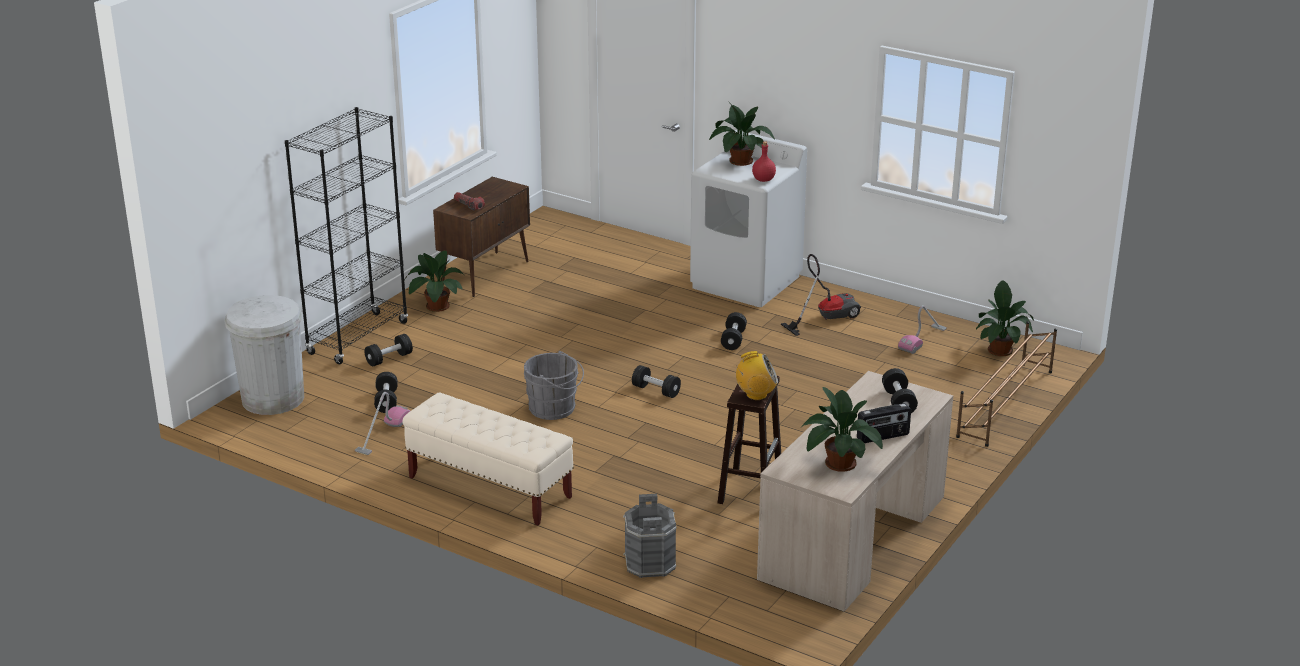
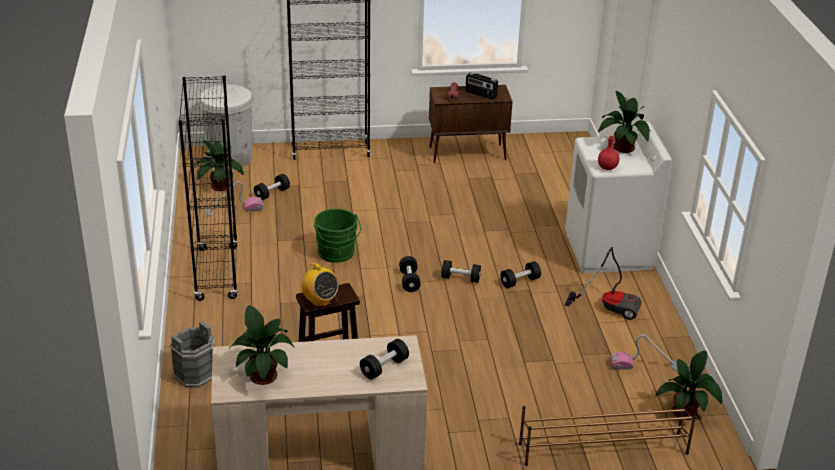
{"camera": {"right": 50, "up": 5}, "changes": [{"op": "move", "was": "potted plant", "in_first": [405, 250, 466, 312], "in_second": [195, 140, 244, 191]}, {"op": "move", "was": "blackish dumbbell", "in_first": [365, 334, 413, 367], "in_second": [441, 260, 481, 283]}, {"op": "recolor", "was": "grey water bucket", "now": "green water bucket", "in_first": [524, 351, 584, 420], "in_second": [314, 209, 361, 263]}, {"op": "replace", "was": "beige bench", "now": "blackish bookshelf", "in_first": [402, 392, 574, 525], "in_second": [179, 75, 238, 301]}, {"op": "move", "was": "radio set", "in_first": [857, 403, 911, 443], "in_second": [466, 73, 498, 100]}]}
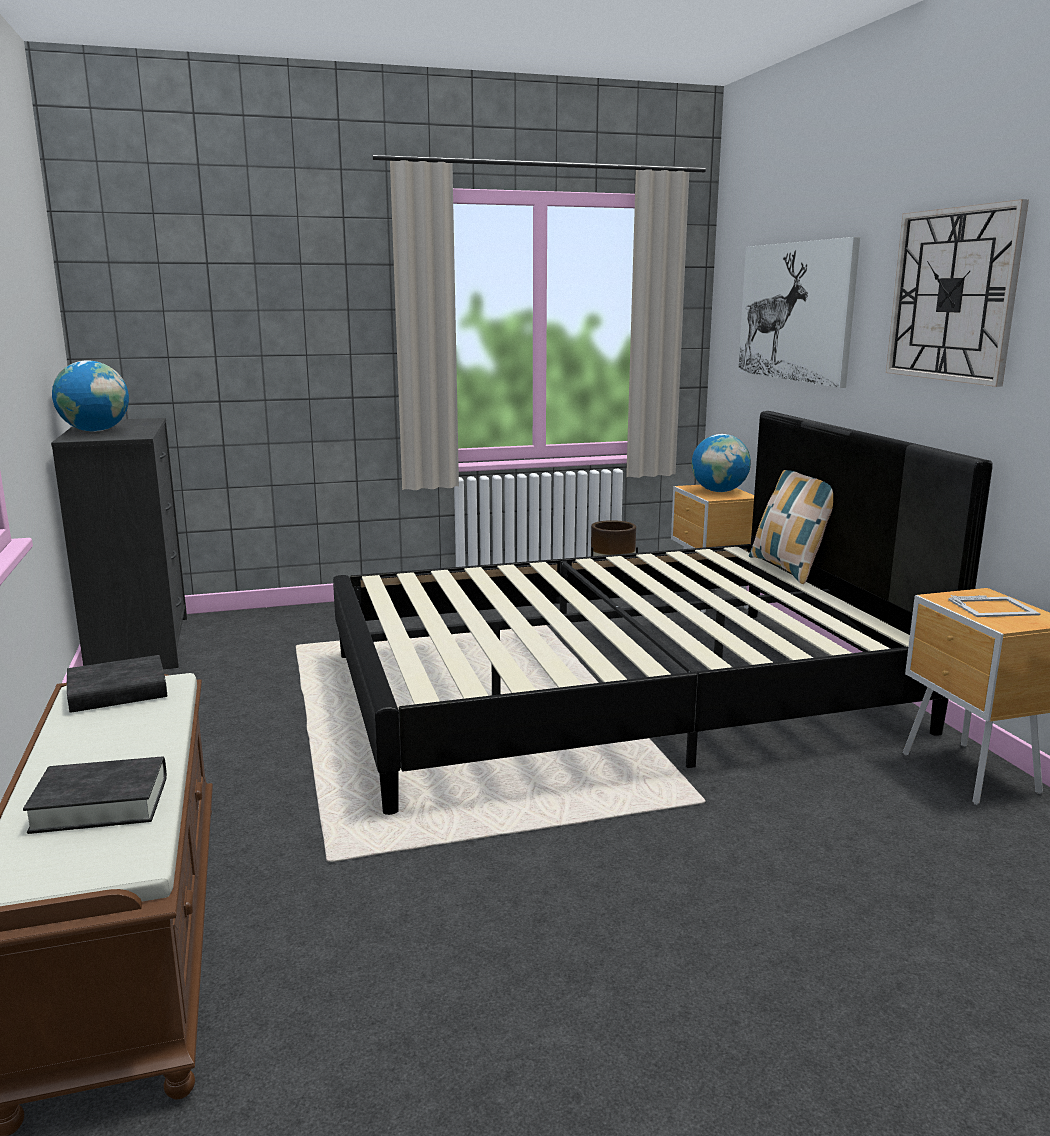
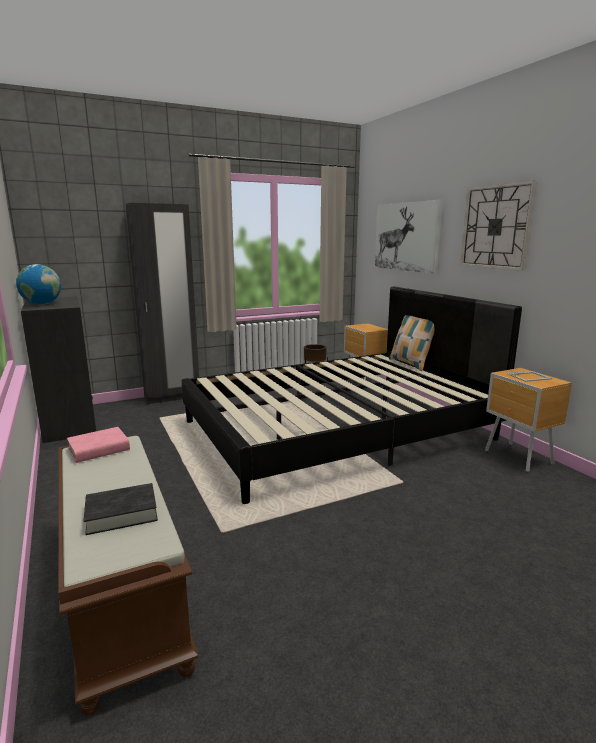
{"camera": {"right": -10, "up": 0}, "changes": [{"op": "delete", "was": "globe", "in_first": [692, 434, 751, 492]}, {"op": "recolor", "was": "blackish volume", "now": "pink-coloured volume", "in_first": [67, 655, 167, 713], "in_second": [67, 427, 130, 463]}, {"op": "insert", "now": "blackish clothes cupboard", "in_second": [126, 203, 199, 404]}]}
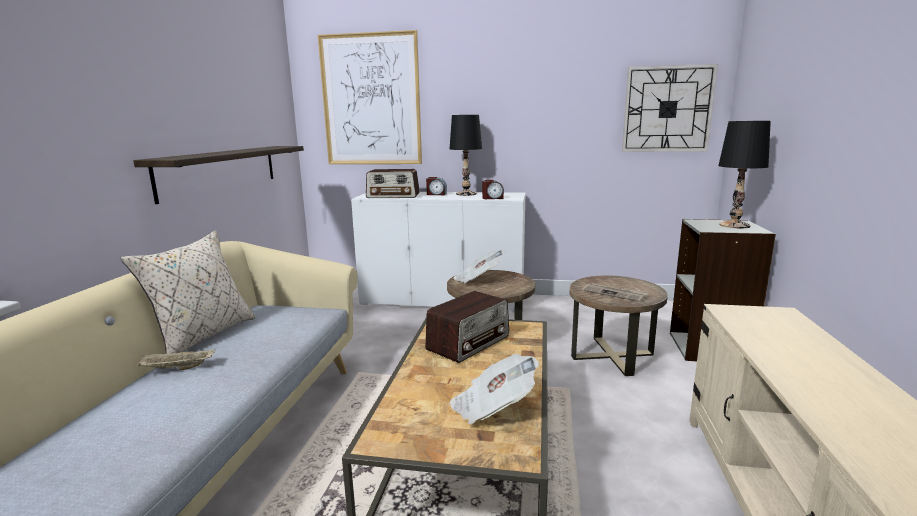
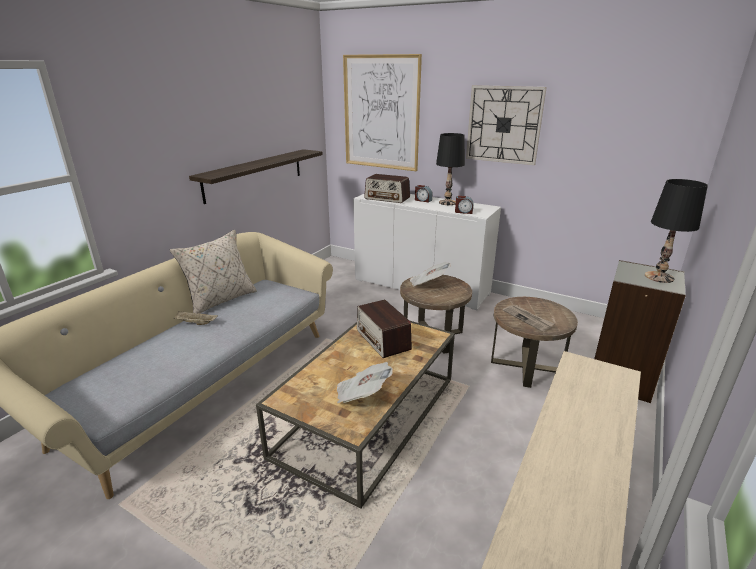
{"camera": {"right": 20, "up": 10}, "changes": [{"op": "move", "was": "wall clock", "in_first": [622, 64, 718, 152], "in_second": [466, 85, 547, 165]}, {"op": "rotate", "was": "radio set", "in_first": [425, 291, 509, 363], "in_second": [357, 300, 412, 358], "clockwise": 90}]}
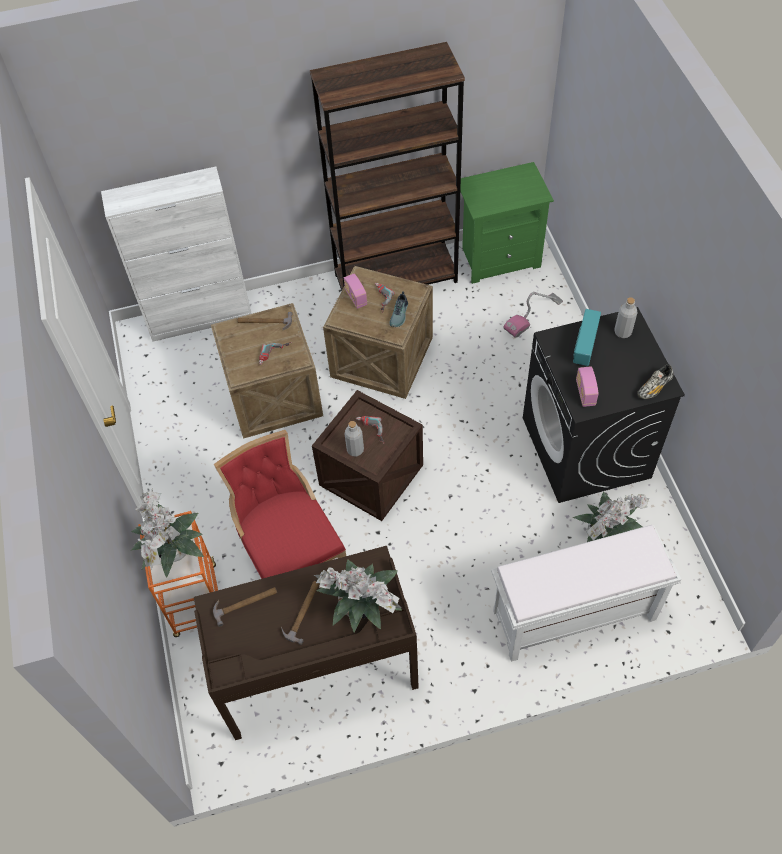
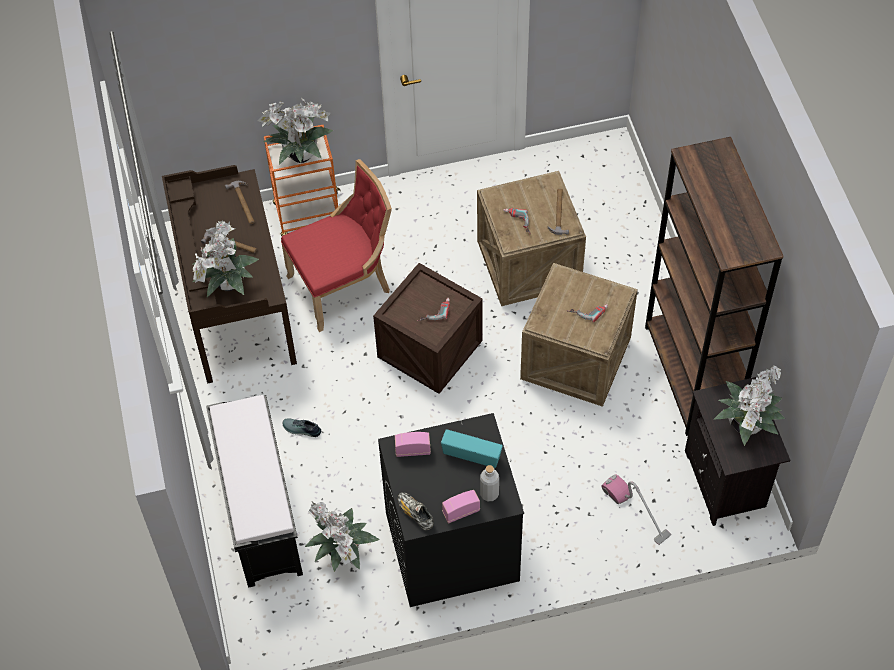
{"camera": {"right": 90, "up": 0}, "changes": [{"op": "recolor", "was": "green night table", "now": "blackish night table", "in_first": [460, 162, 554, 284], "in_second": [685, 377, 790, 526]}, {"op": "delete", "was": "whitish storage cabinet", "in_first": [101, 167, 252, 342]}, {"op": "move", "was": "radio set", "in_first": [344, 274, 367, 309], "in_second": [442, 490, 480, 523]}, {"op": "move", "was": "low shoe", "in_first": [389, 291, 408, 327], "in_second": [282, 418, 321, 437]}, {"op": "delete", "was": "grey bottle", "in_first": [345, 421, 364, 457]}, {"op": "recolor", "was": "whitish bench", "now": "blackish bench", "in_first": [491, 525, 682, 662], "in_second": [206, 395, 303, 588]}, {"op": "insert", "now": "potted plant", "in_second": [713, 365, 785, 446]}]}
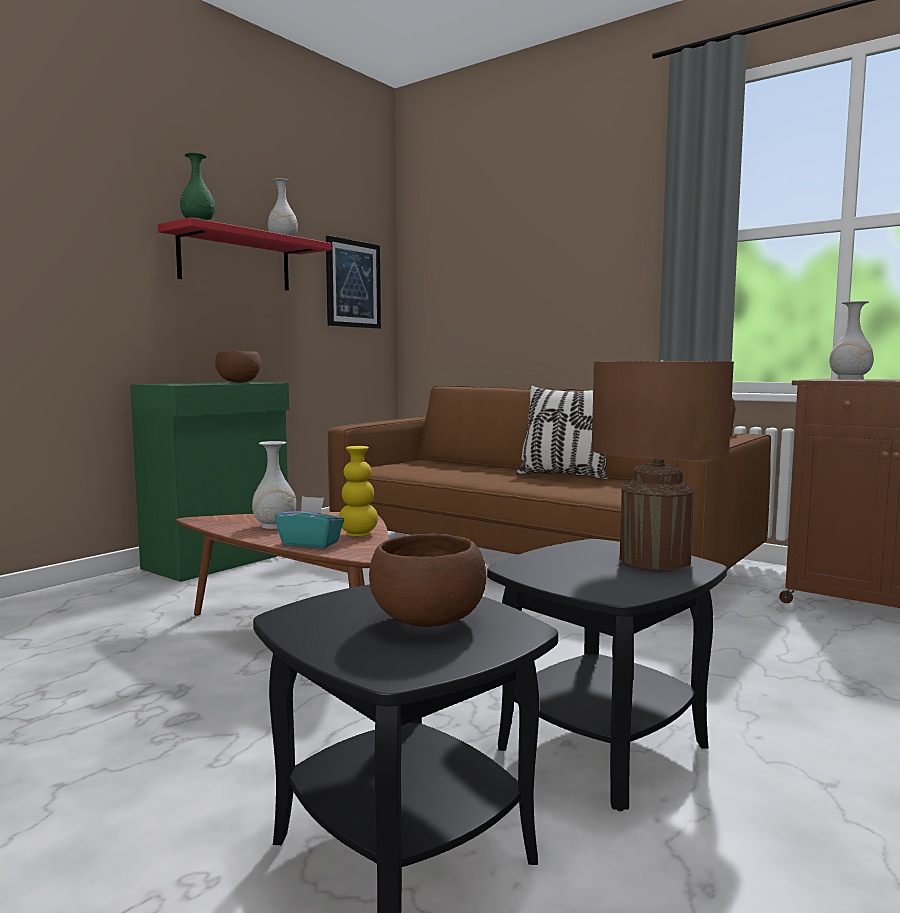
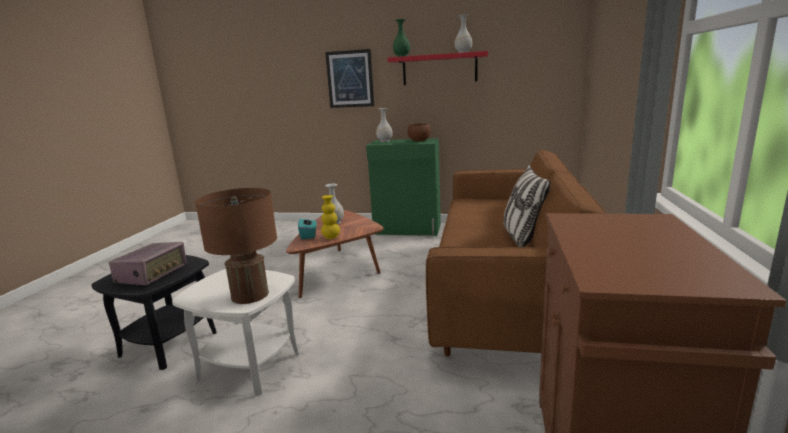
{"camera": {"right": 65, "up": 10}, "changes": [{"op": "move", "was": "picture", "in_first": [326, 235, 381, 329], "in_second": [325, 49, 374, 108]}, {"op": "move", "was": "whitish vase", "in_first": [829, 301, 874, 379], "in_second": [376, 108, 393, 142]}, {"op": "replace", "was": "brown-coloured deep dish", "now": "radio set", "in_first": [369, 533, 486, 627], "in_second": [109, 242, 187, 285]}, {"op": "recolor", "was": "blackish side table", "now": "whitish side table", "in_first": [487, 539, 727, 811], "in_second": [172, 269, 299, 396]}]}
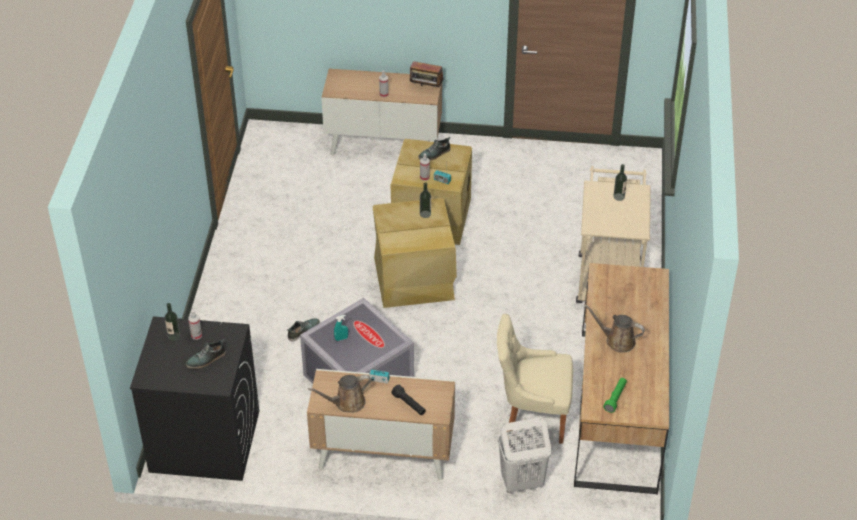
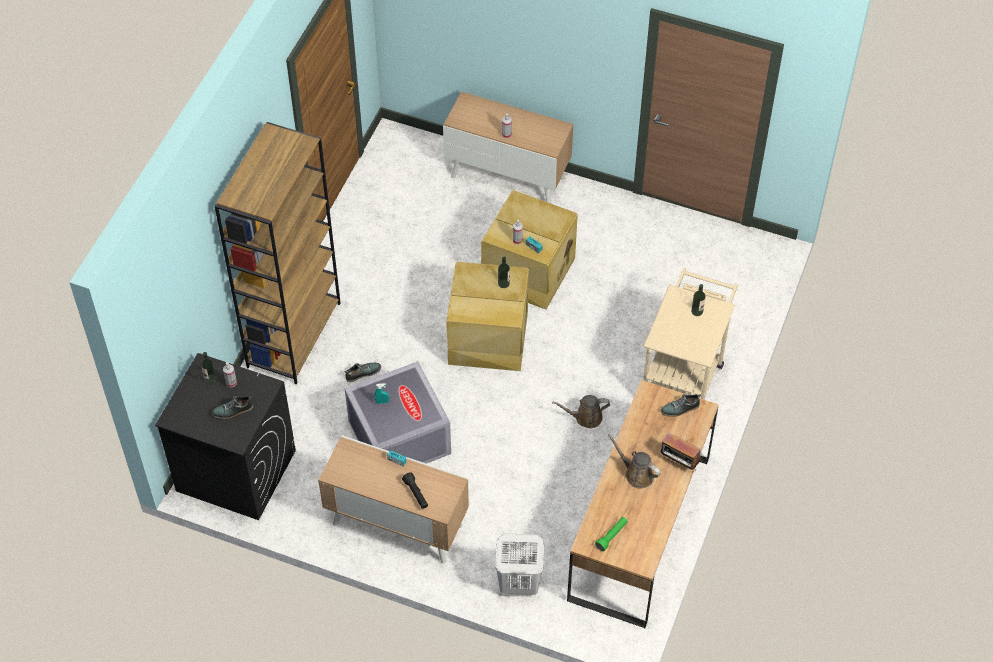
{"camera": {"right": 15, "up": 10}, "changes": [{"op": "move", "was": "radio set", "in_first": [410, 61, 444, 88], "in_second": [660, 433, 701, 472]}, {"op": "move", "was": "low shoe", "in_first": [418, 137, 450, 160], "in_second": [661, 394, 701, 417]}, {"op": "delete", "was": "beige upright chair", "in_first": [497, 314, 573, 444]}, {"op": "move", "was": "brown-coloured watering can", "in_first": [308, 375, 371, 413], "in_second": [552, 395, 610, 428]}, {"op": "insert", "now": "brown-coloured bookshelf", "in_second": [215, 122, 341, 384]}]}
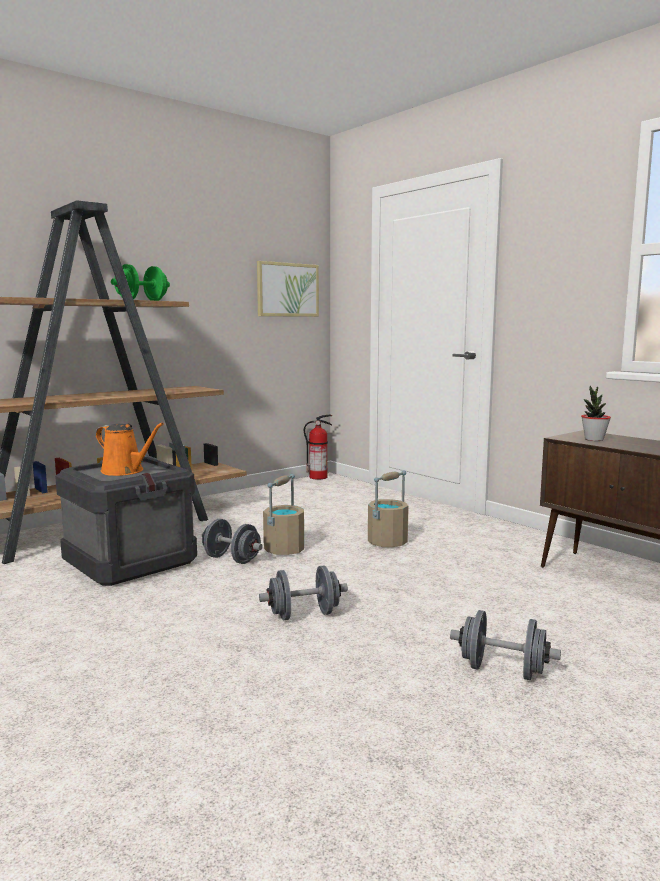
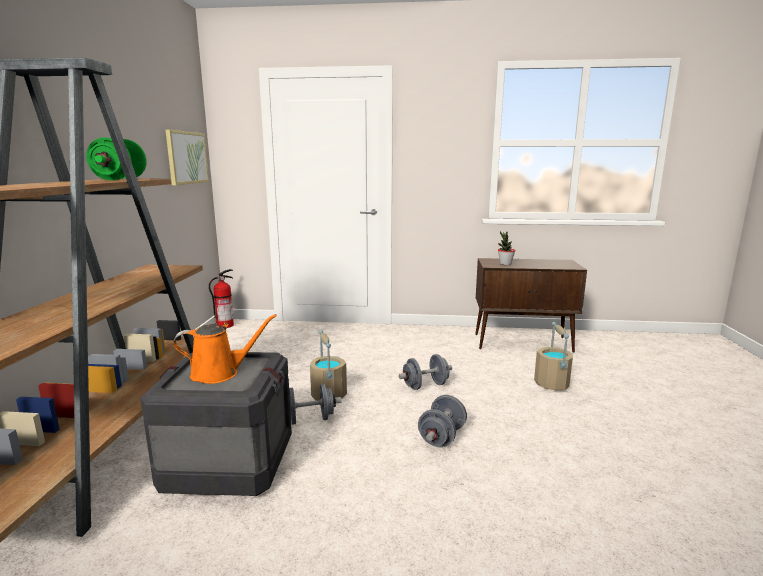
{"camera": {"right": -45, "up": 5}, "changes": [{"op": "move", "was": "beige water bucket", "in_first": [368, 471, 409, 547], "in_second": [534, 322, 573, 391]}, {"op": "move", "was": "grey dumbbell", "in_first": [450, 610, 561, 680], "in_second": [399, 354, 452, 390]}]}
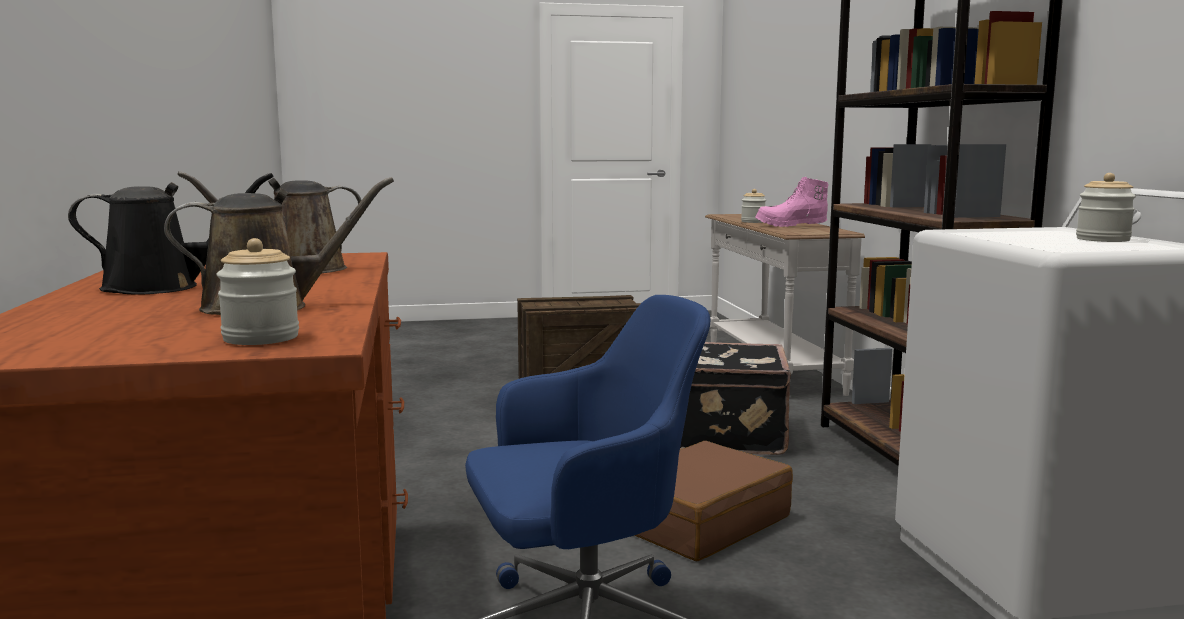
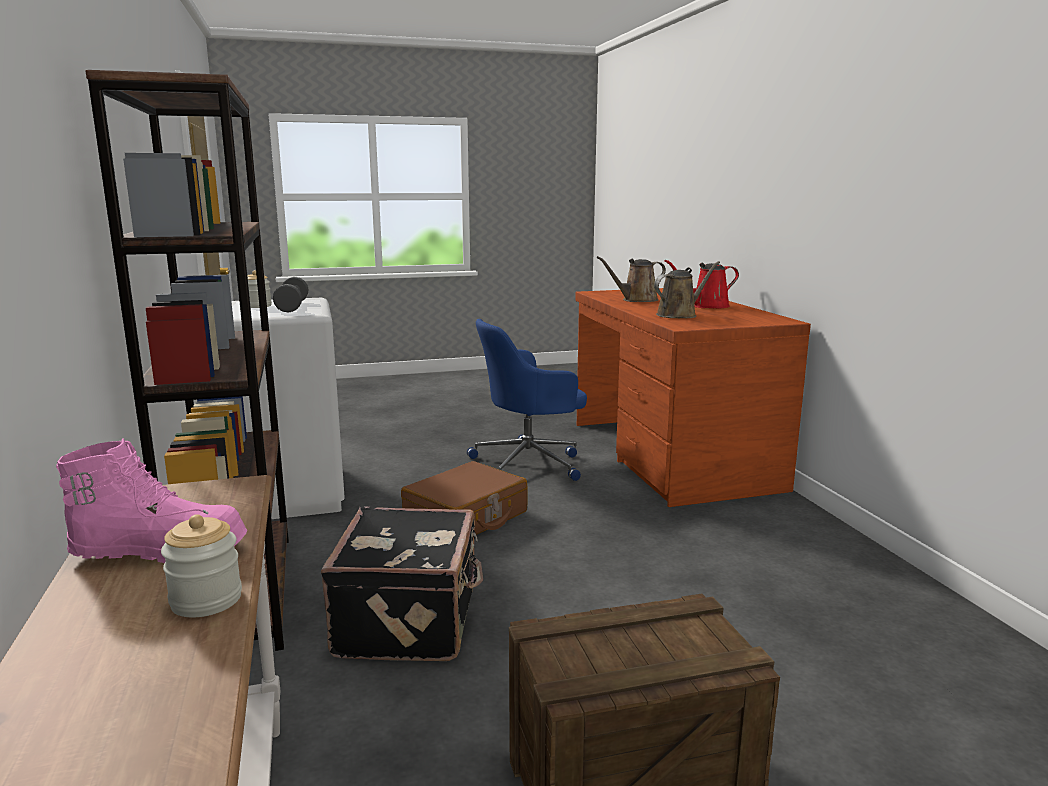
{"camera": {"right": 175, "up": 5}, "changes": [{"op": "recolor", "was": "blackish watering can", "now": "red watering can", "in_first": [68, 173, 273, 295], "in_second": [664, 260, 739, 308]}, {"op": "delete", "was": "storage jar", "in_first": [216, 238, 299, 345]}, {"op": "insert", "now": "grey dumbbell", "in_second": [273, 277, 309, 313]}]}
